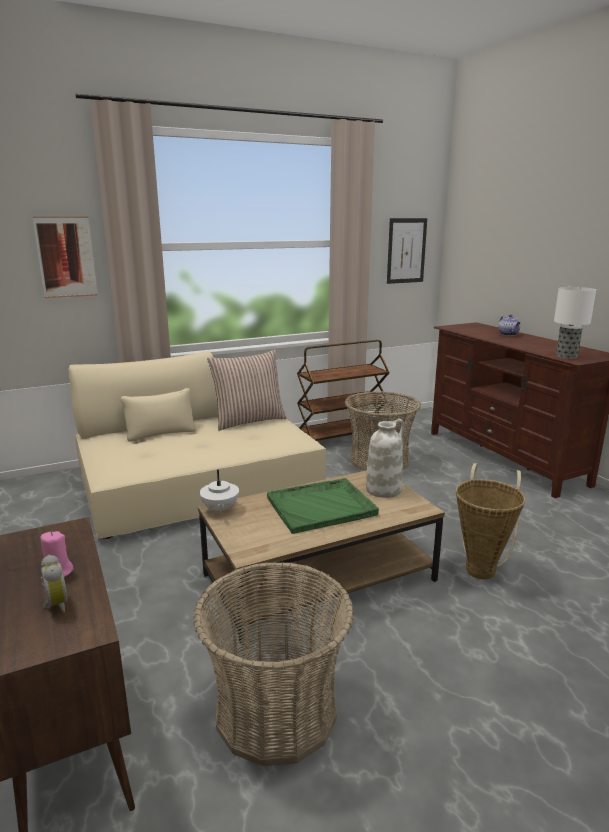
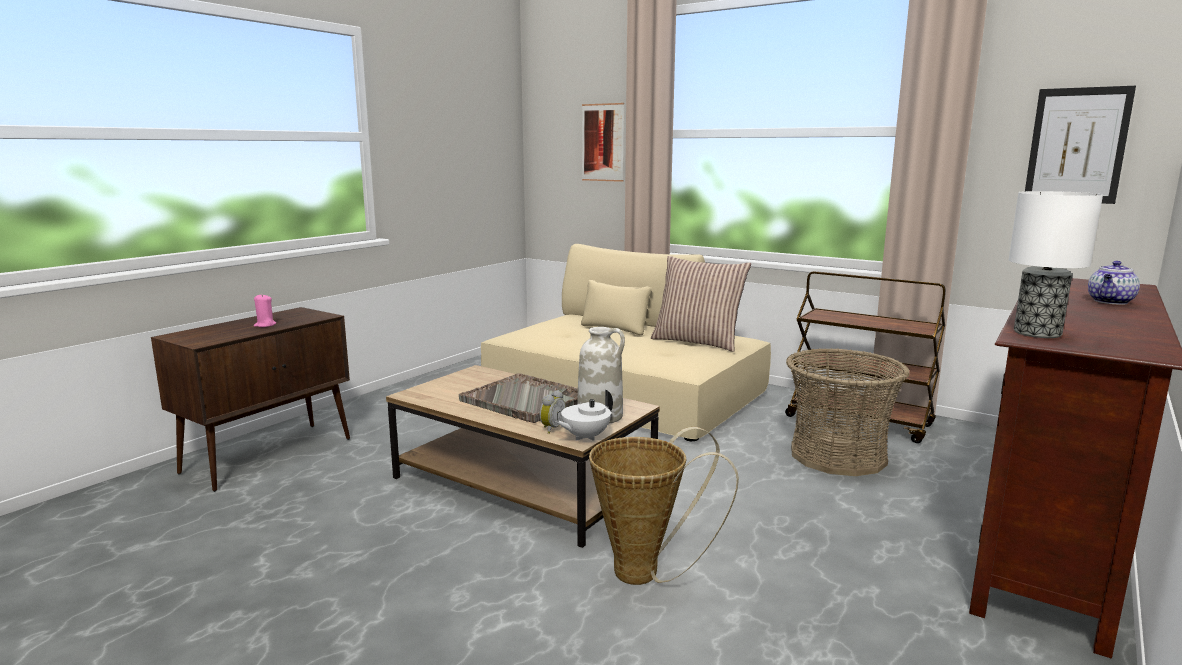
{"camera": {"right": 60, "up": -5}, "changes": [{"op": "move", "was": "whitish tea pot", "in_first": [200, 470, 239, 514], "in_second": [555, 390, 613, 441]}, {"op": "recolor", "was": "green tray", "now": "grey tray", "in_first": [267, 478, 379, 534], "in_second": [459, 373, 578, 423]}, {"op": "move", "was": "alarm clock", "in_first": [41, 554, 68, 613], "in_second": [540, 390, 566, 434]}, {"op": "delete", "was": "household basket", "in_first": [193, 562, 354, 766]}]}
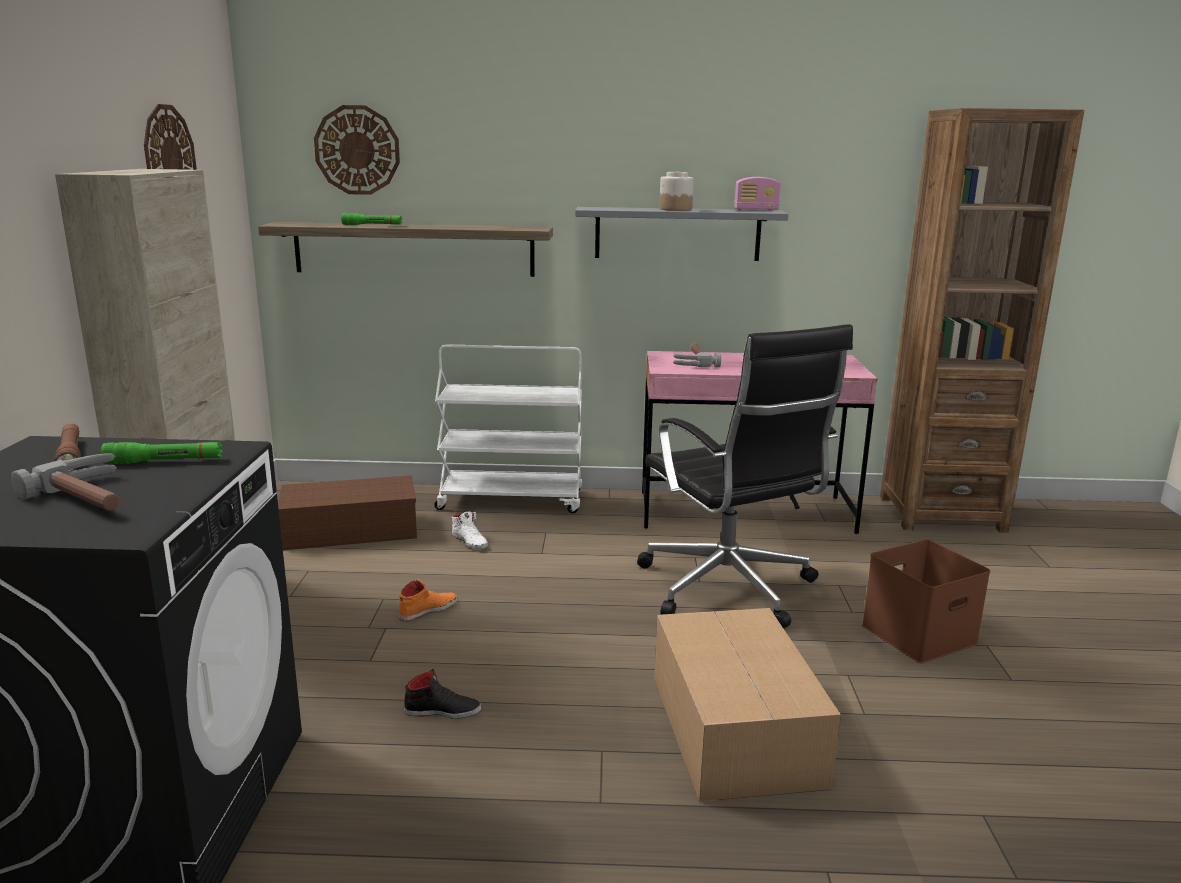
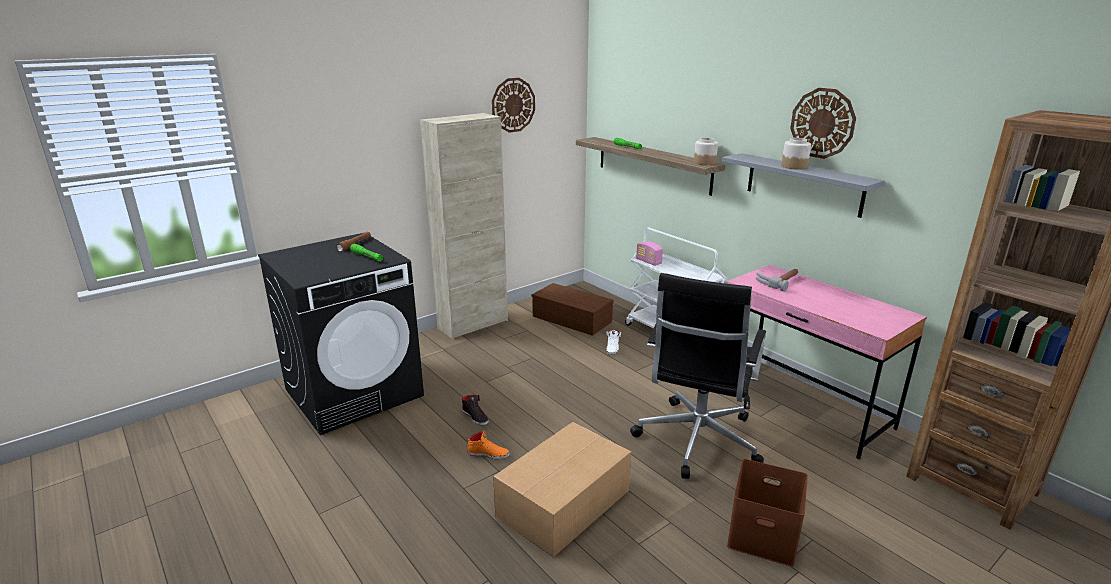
{"camera": {"right": 50, "up": 5}, "changes": [{"op": "move", "was": "wall clock", "in_first": [314, 105, 400, 195], "in_second": [790, 88, 856, 159]}, {"op": "move", "was": "radio set", "in_first": [734, 177, 781, 211], "in_second": [636, 241, 663, 266]}, {"op": "delete", "was": "hammer", "in_first": [11, 453, 119, 511]}, {"op": "move", "was": "orange-coloured low shoe", "in_first": [398, 580, 457, 621], "in_second": [467, 430, 510, 459]}, {"op": "insert", "now": "storage jar", "in_second": [694, 138, 718, 165]}]}
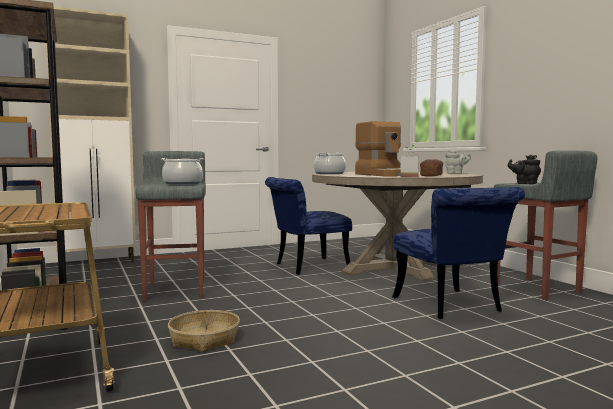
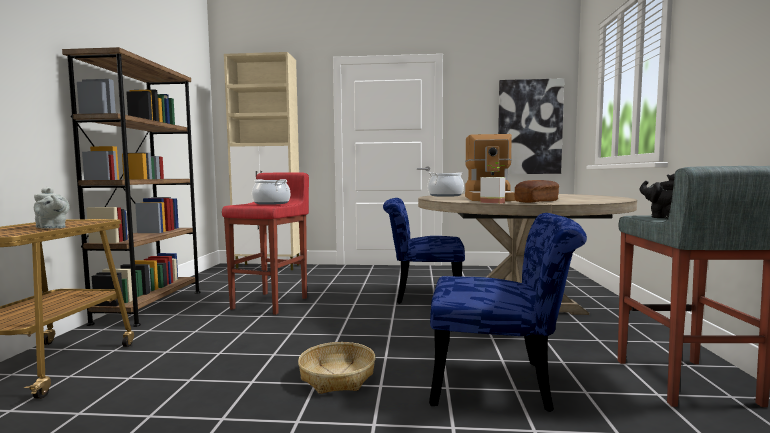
{"camera": {"right": 30, "up": 0}, "changes": [{"op": "move", "was": "grey tea pot", "in_first": [445, 150, 471, 174], "in_second": [34, 187, 70, 229]}, {"op": "recolor", "was": "grey stool seat", "now": "red stool seat", "in_first": [136, 151, 206, 301], "in_second": [222, 172, 309, 315]}, {"op": "rotate", "was": "blue upright chair", "in_first": [392, 187, 525, 319], "in_second": [429, 213, 587, 412], "clockwise": -90}, {"op": "move", "was": "household basket", "in_first": [168, 310, 240, 352], "in_second": [298, 342, 376, 394]}, {"op": "insert", "now": "picture", "in_second": [498, 78, 564, 174]}]}
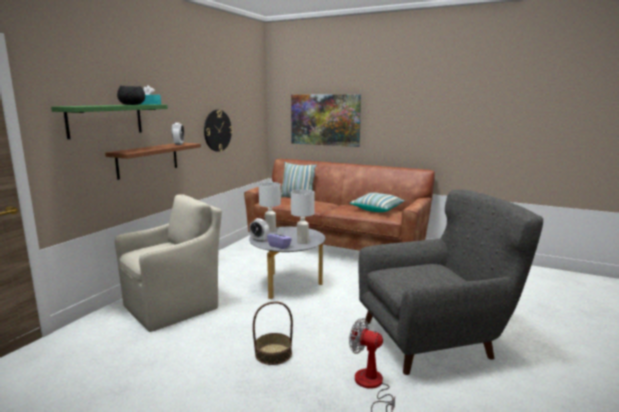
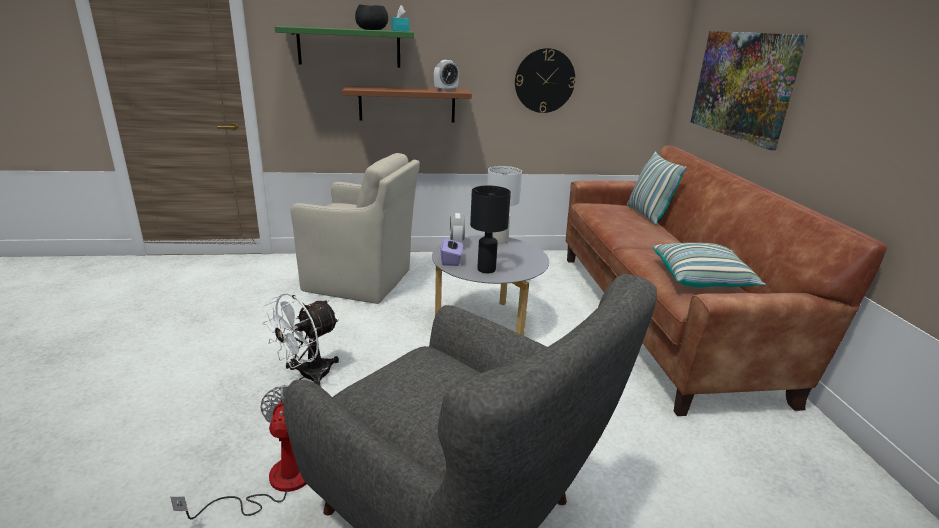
{"camera": {"right": 55, "up": 10}, "changes": [{"op": "recolor", "was": "whitish tabletop lamp", "now": "blackish tabletop lamp", "in_first": [291, 189, 314, 244], "in_second": [470, 185, 511, 273]}, {"op": "replace", "was": "household basket", "now": "whitish cooling fan", "in_first": [253, 301, 293, 365], "in_second": [262, 293, 339, 387]}]}
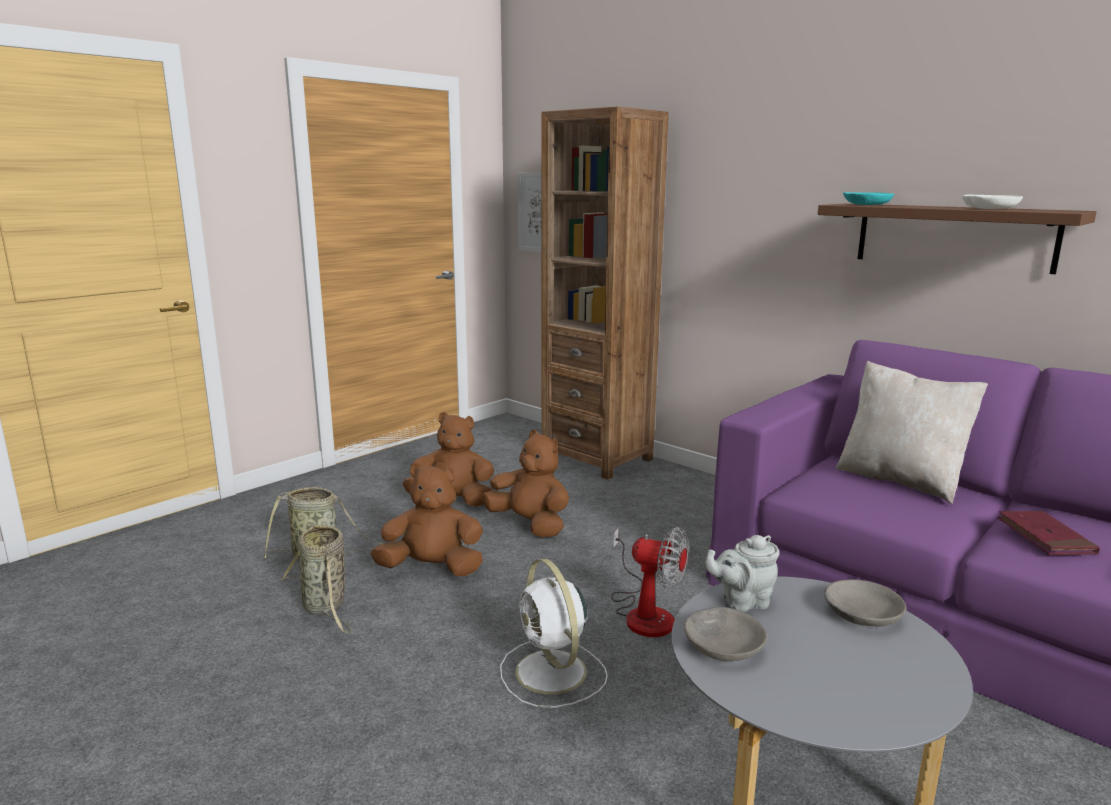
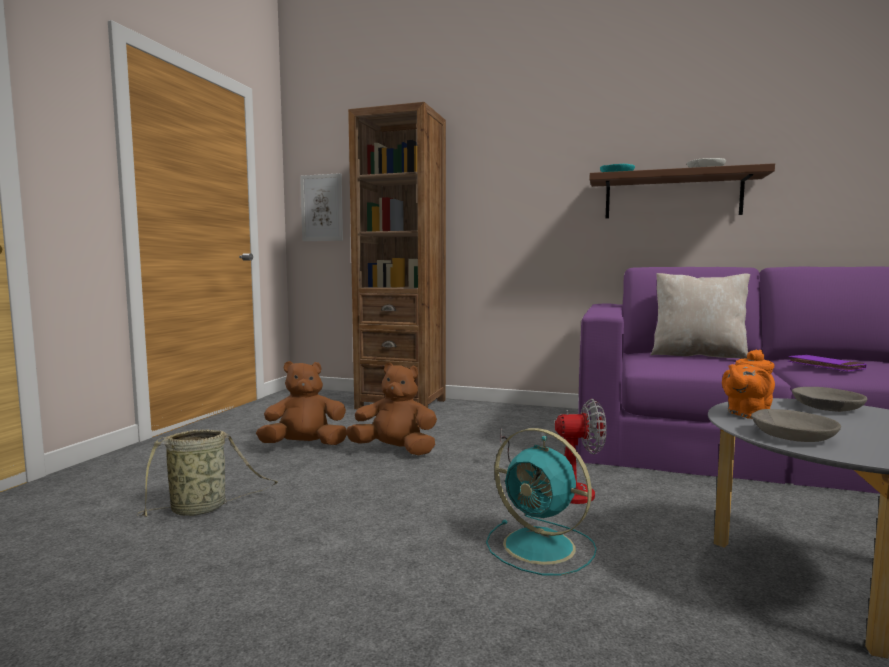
{"camera": {"right": -25, "up": -10}, "changes": [{"op": "delete", "was": "brown-coloured soft toy", "in_first": [371, 463, 483, 576]}, {"op": "recolor", "was": "red volume", "now": "purplish volume", "in_first": [997, 511, 1100, 555], "in_second": [788, 355, 867, 372]}, {"op": "delete", "was": "household basket", "in_first": [281, 523, 353, 633]}, {"op": "recolor", "was": "grey tea pot", "now": "orange-coloured tea pot", "in_first": [705, 535, 779, 612], "in_second": [722, 350, 775, 419]}, {"op": "recolor", "was": "whitish cooling fan", "now": "blue-green cooling fan", "in_first": [500, 559, 608, 708], "in_second": [486, 428, 597, 576]}]}
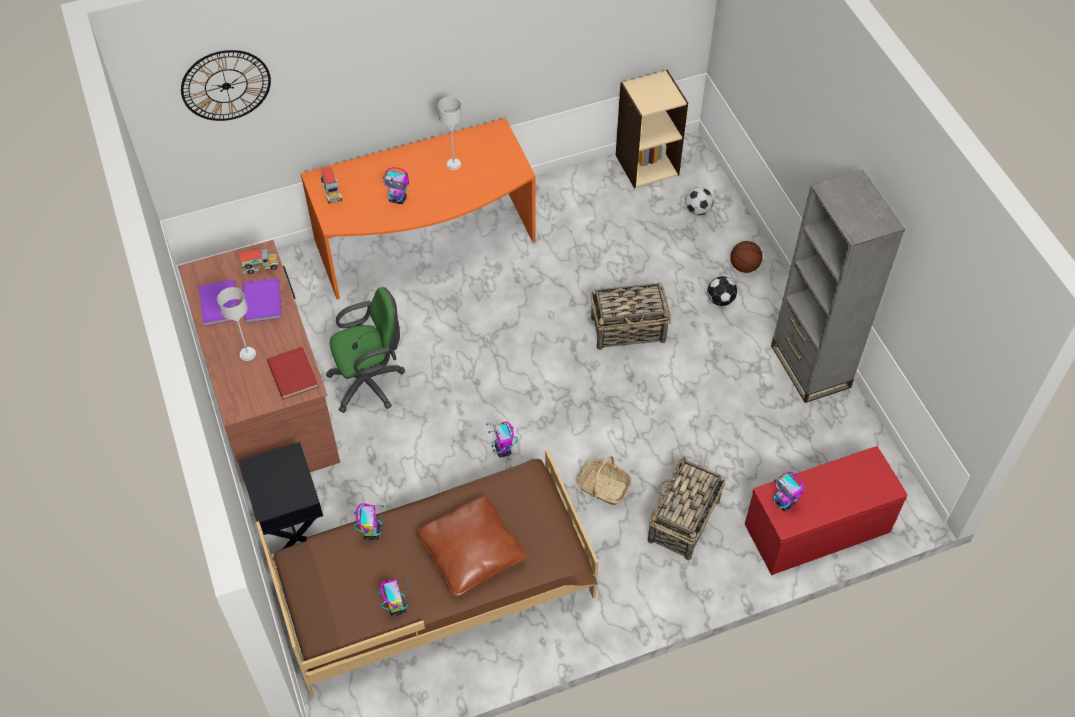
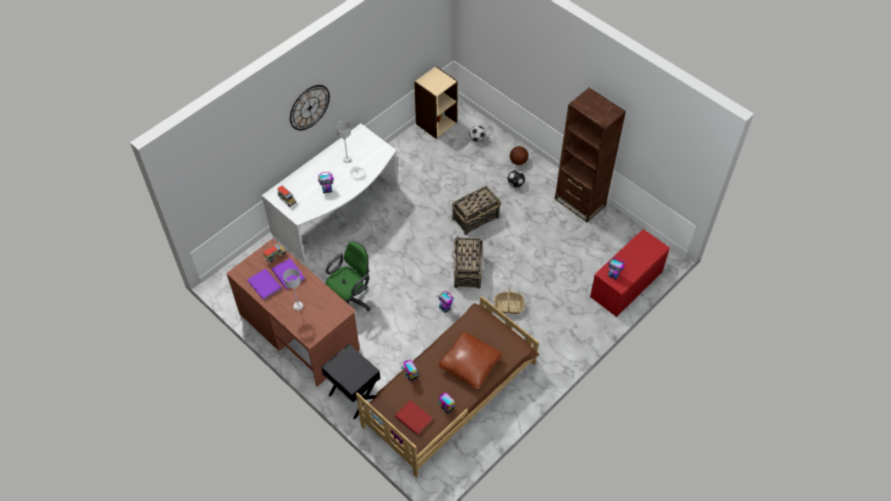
{"camera": {"right": -25, "up": 0}, "changes": [{"op": "move", "was": "wall clock", "in_first": [181, 50, 271, 121], "in_second": [290, 85, 330, 130]}, {"op": "recolor", "was": "orange-coloured desk table", "now": "whitish desk table", "in_first": [301, 118, 536, 299], "in_second": [262, 123, 399, 262]}, {"op": "recolor", "was": "grey bookshelf", "now": "brown-coloured bookshelf", "in_first": [771, 170, 905, 403], "in_second": [555, 88, 626, 222]}, {"op": "move", "was": "red volume", "in_first": [267, 347, 319, 399], "in_second": [395, 400, 433, 435]}, {"op": "move", "was": "household basket", "in_first": [648, 457, 726, 560], "in_second": [452, 236, 483, 289]}]}
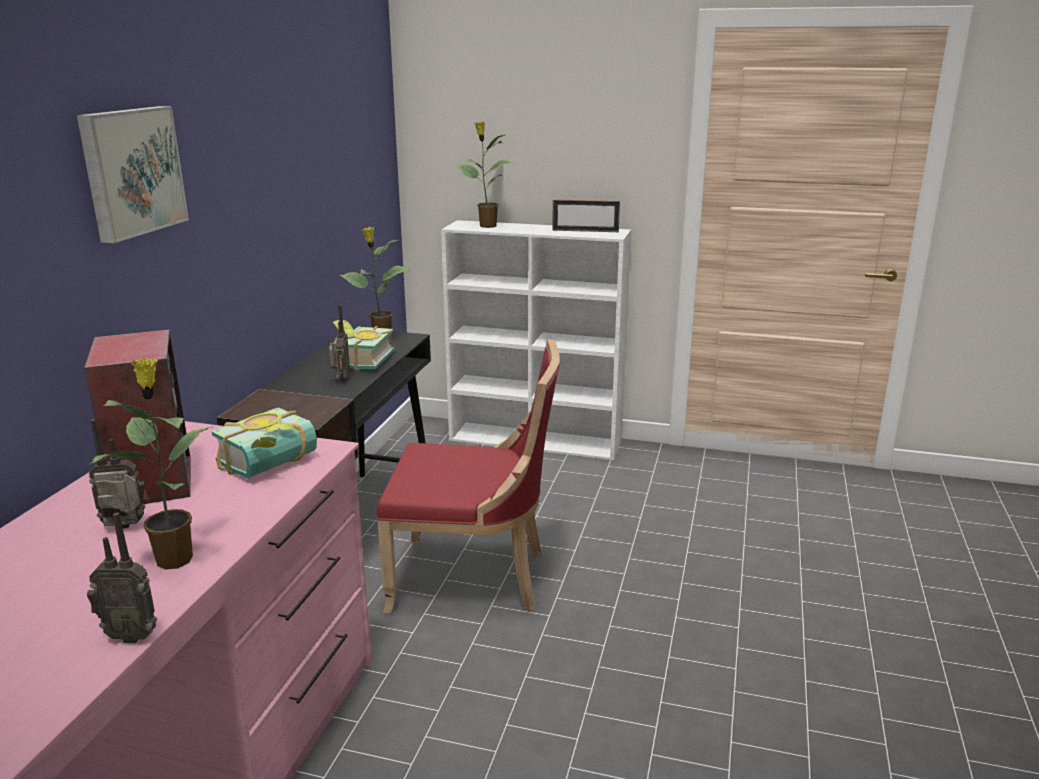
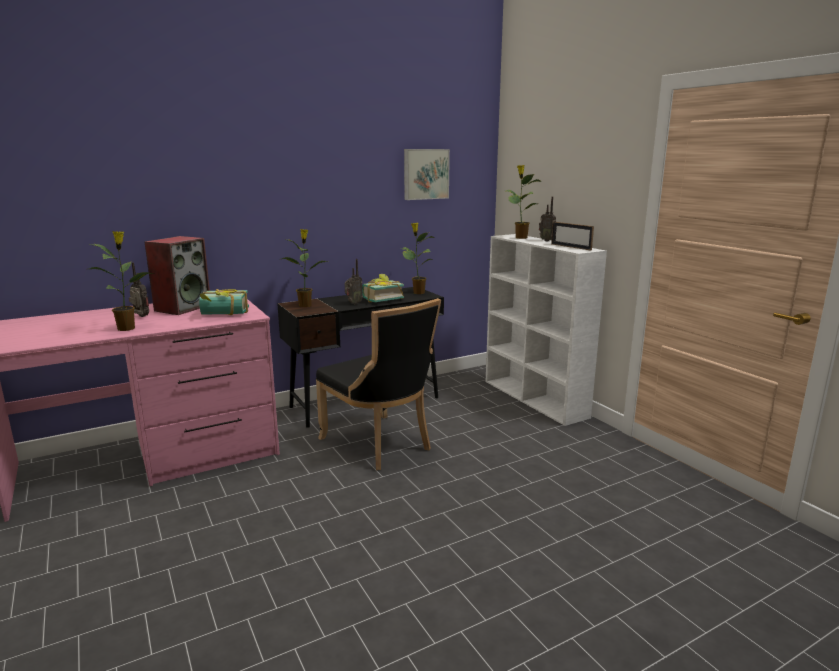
{"camera": {"right": 45, "up": -5}, "changes": [{"op": "move", "was": "picture", "in_first": [77, 106, 189, 243], "in_second": [404, 149, 450, 200]}, {"op": "recolor", "was": "red upright chair", "now": "blackish upright chair", "in_first": [377, 339, 560, 613], "in_second": [316, 298, 441, 470]}, {"op": "move", "was": "radio set", "in_first": [87, 513, 157, 643], "in_second": [539, 197, 556, 242]}, {"op": "insert", "now": "potted plant", "in_second": [282, 229, 327, 307]}]}
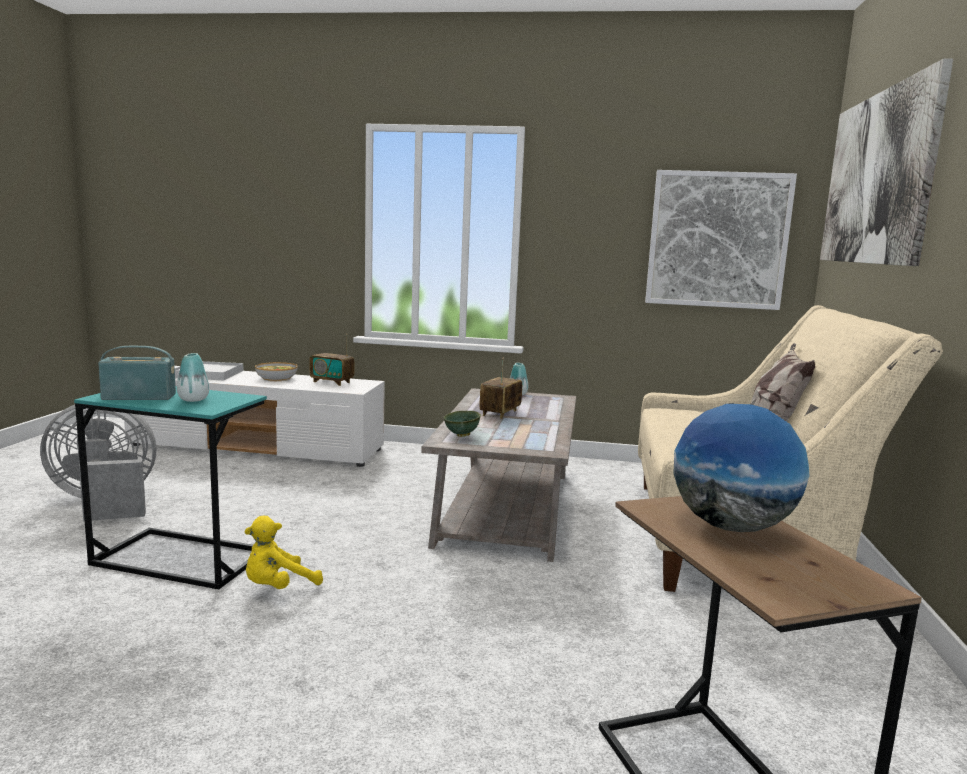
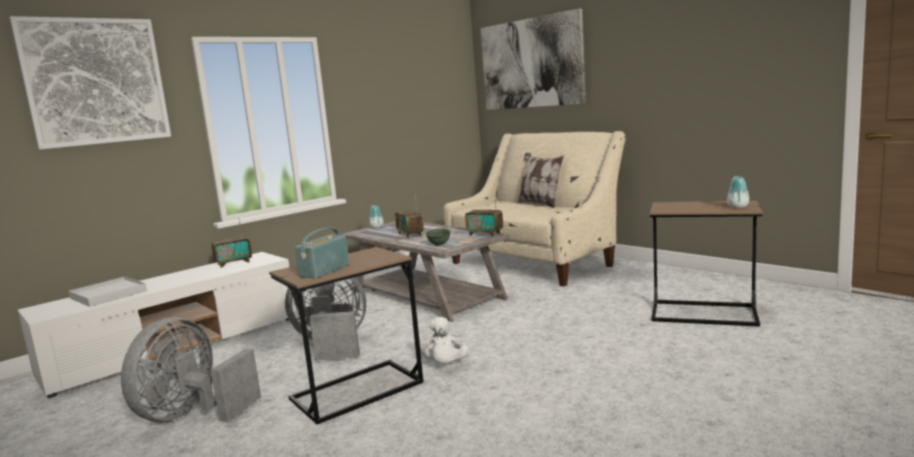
{"camera": {"right": -50, "up": 0}, "changes": [{"op": "move", "was": "picture", "in_first": [645, 170, 797, 310], "in_second": [9, 16, 171, 150]}, {"op": "move", "was": "vase", "in_first": [177, 353, 210, 402], "in_second": [727, 176, 749, 208]}, {"op": "delete", "was": "deep dish", "in_first": [255, 362, 298, 381]}, {"op": "recolor", "was": "blue-green side table", "now": "brown-coloured side table", "in_first": [74, 386, 267, 589], "in_second": [269, 247, 424, 424]}, {"op": "delete", "was": "globe", "in_first": [673, 404, 810, 532]}, {"op": "recolor", "was": "yellowish soft toy", "now": "whitish soft toy", "in_first": [244, 516, 323, 589], "in_second": [420, 317, 469, 364]}, {"op": "insert", "now": "radio set", "in_second": [465, 191, 503, 237]}, {"op": "insert", "now": "grey cooling fan", "in_second": [285, 277, 366, 360]}]}
